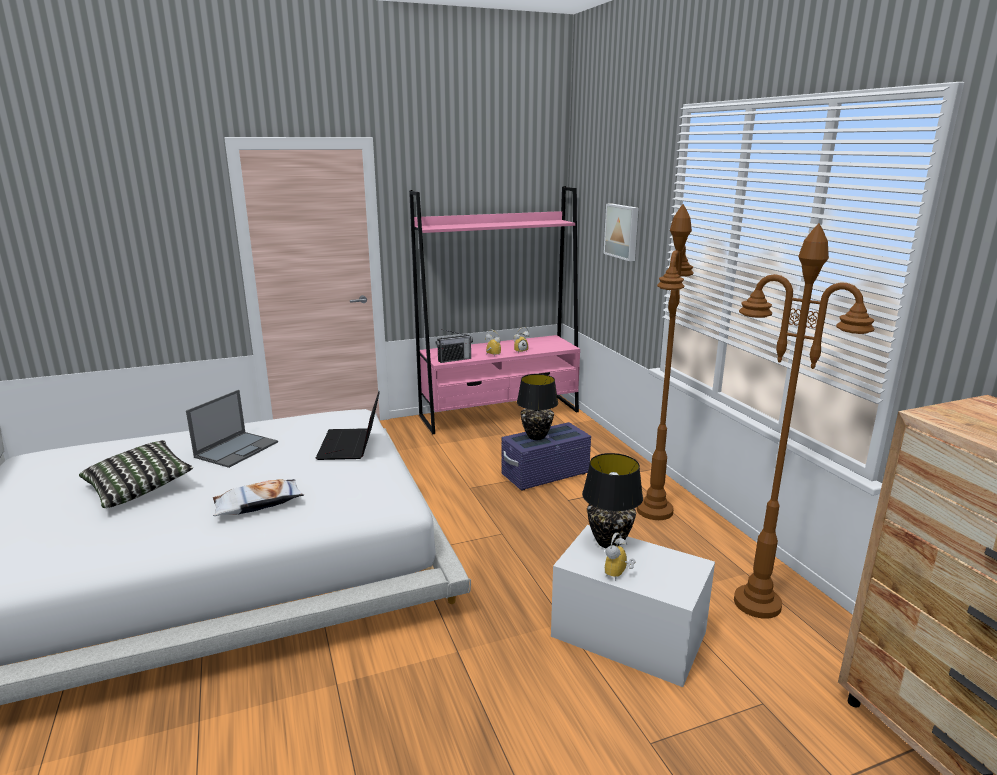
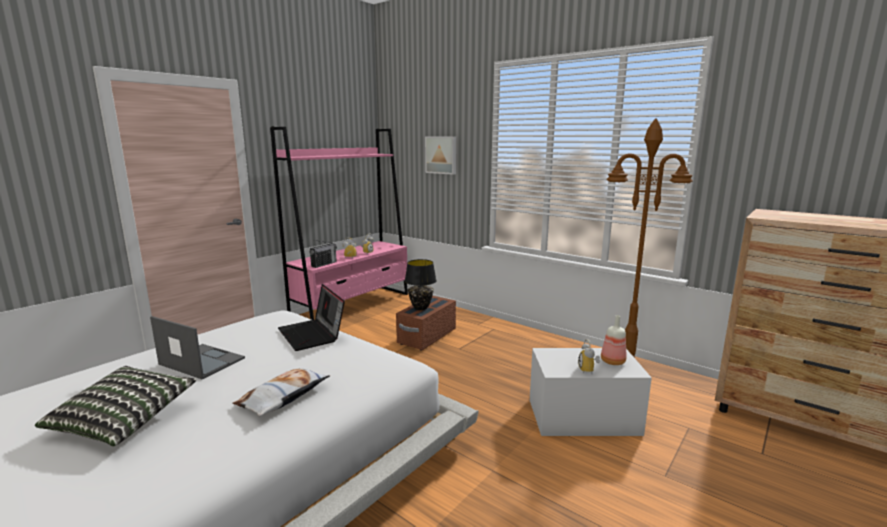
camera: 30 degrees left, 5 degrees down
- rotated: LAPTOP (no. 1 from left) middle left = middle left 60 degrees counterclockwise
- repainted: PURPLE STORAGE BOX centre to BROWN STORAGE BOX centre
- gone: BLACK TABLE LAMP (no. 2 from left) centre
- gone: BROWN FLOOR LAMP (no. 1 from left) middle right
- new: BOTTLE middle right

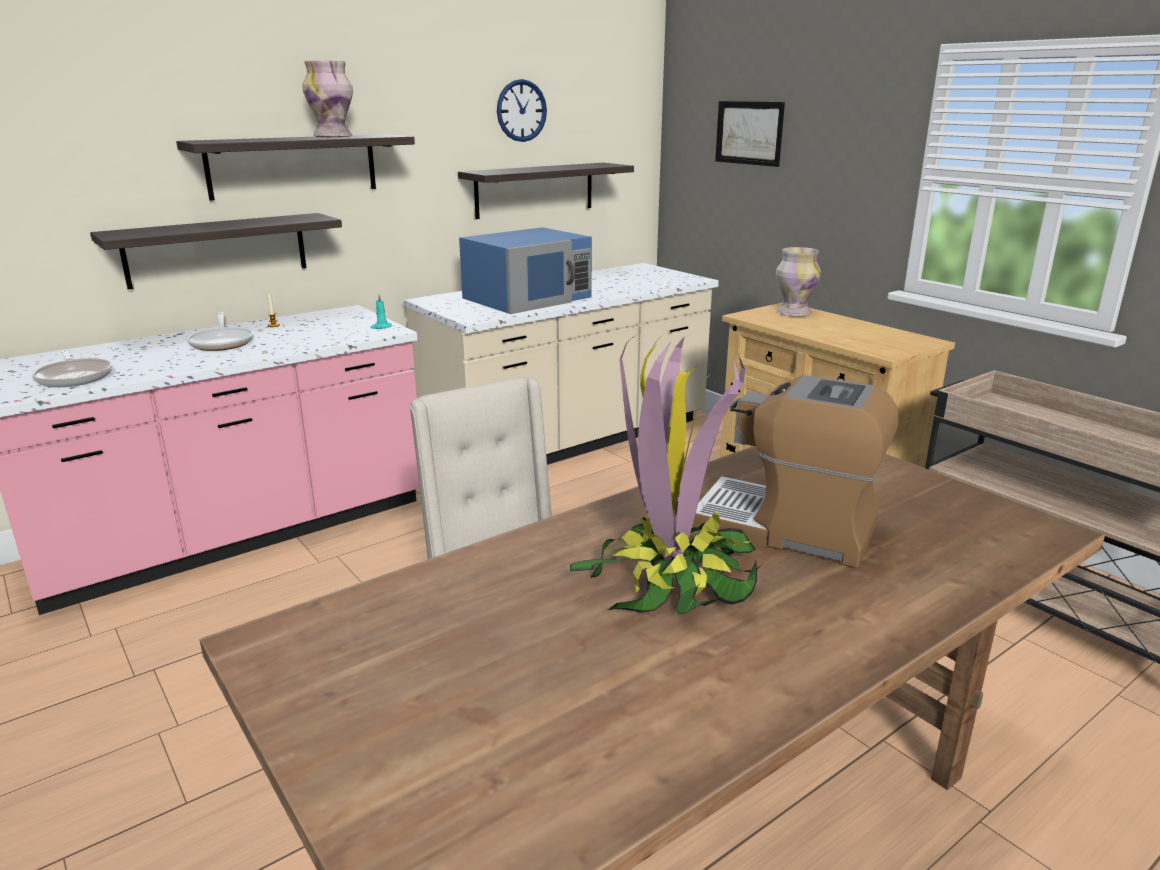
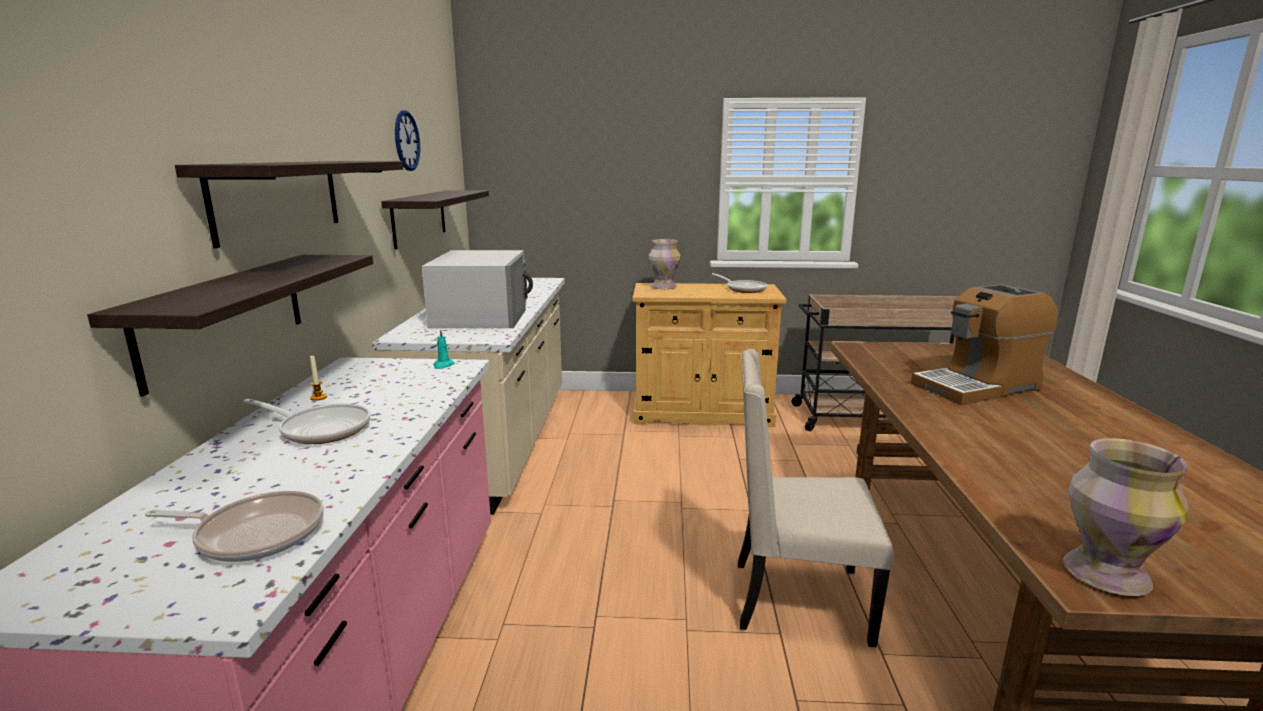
camera: 50 degrees left, 5 degrees down
- shifted: VASE (no. 1 from left in the first image) top left to VASE (no. 2 from left) bottom right
- repainted: BLUE MICROWAVE top centre to WHITE MICROWAVE centre
- gone: POTTED PLANT centre
- gone: PICTURE top centre
- new: FRYING PAN (no. 3 from left) centre

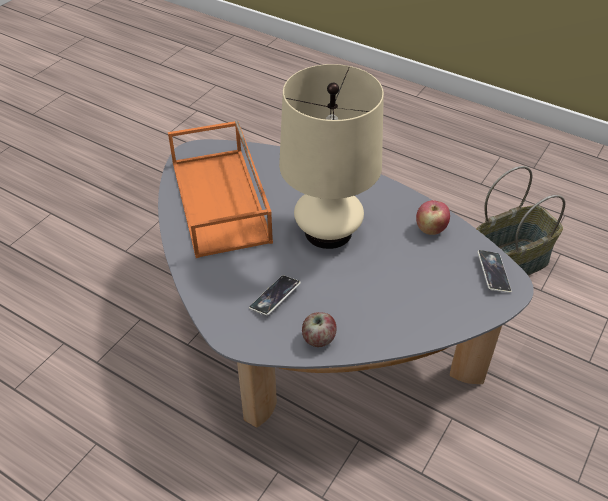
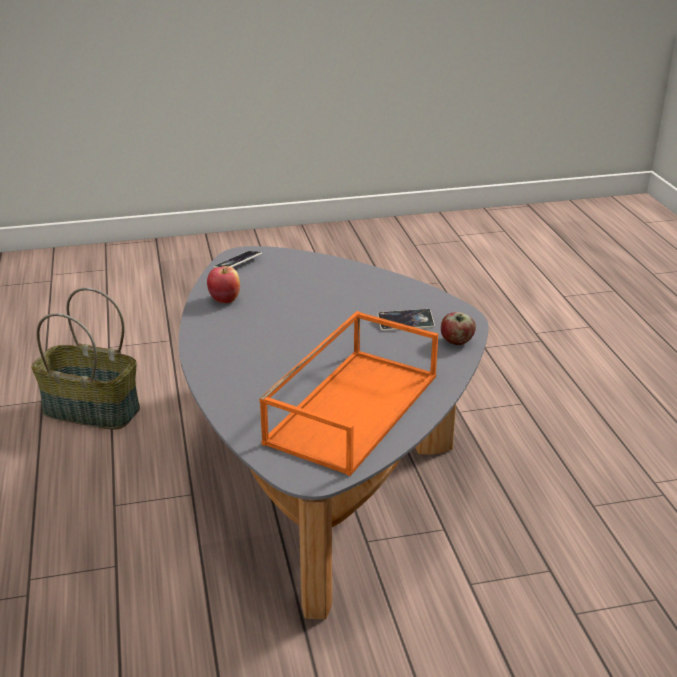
camera: 135 degrees left, 15 degrees down
- gone: BEIGE TABLE LAMP top centre
- shifted: APPLE (no. 1 from left in the first image) centre to APPLE (no. 2 from left) middle right

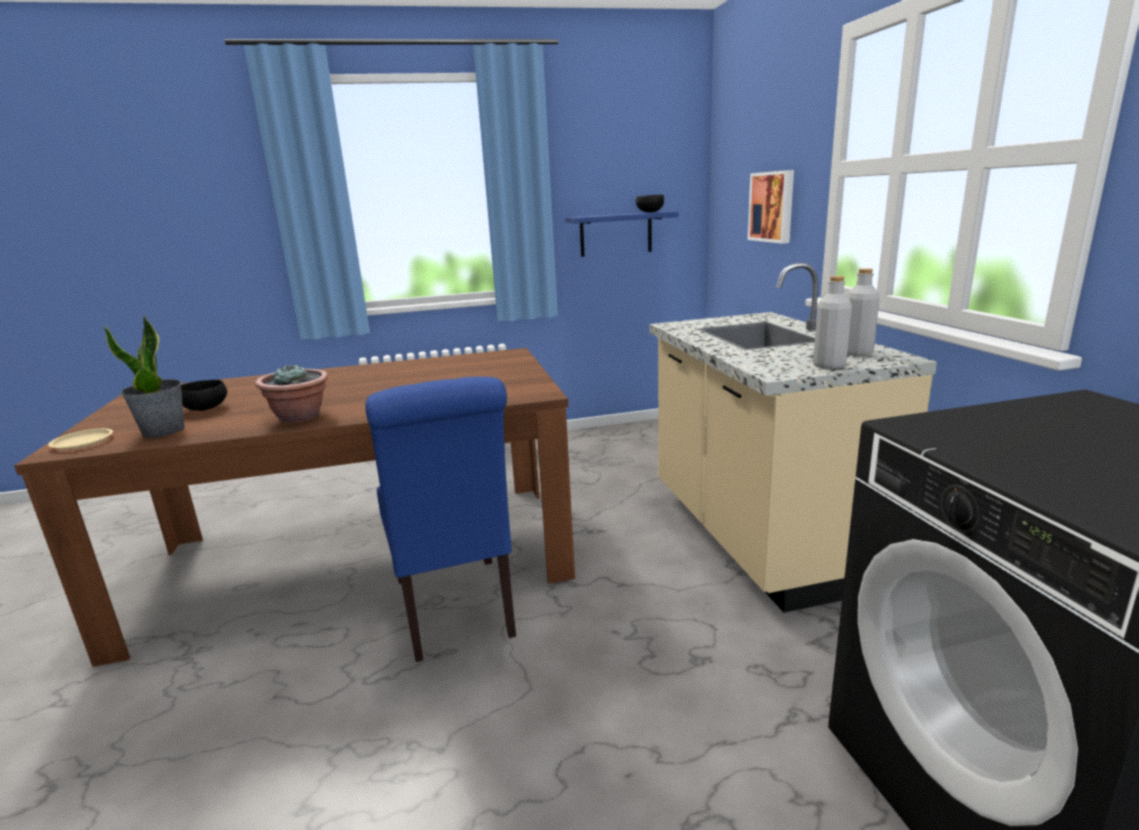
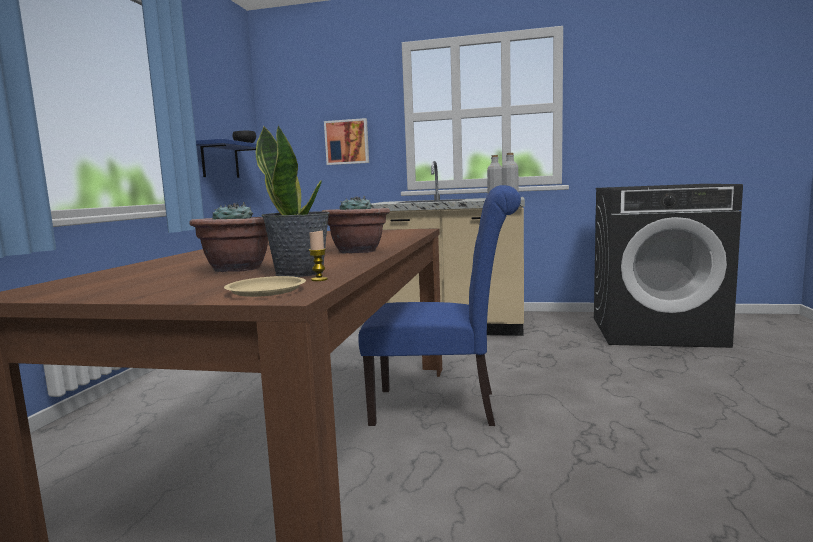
camera: 65 degrees left, 10 degrees down
- swapped: BLACK BOWL (no. 1 from left) middle left to POTTED PLANT (no. 1 from left) middle left
- new: CANDLE centre

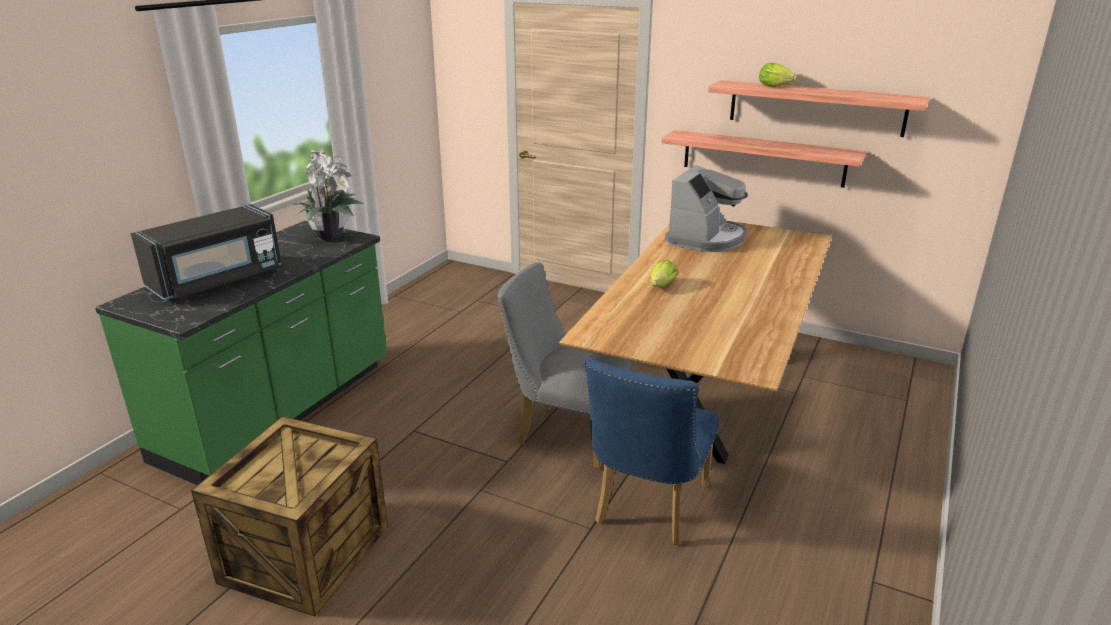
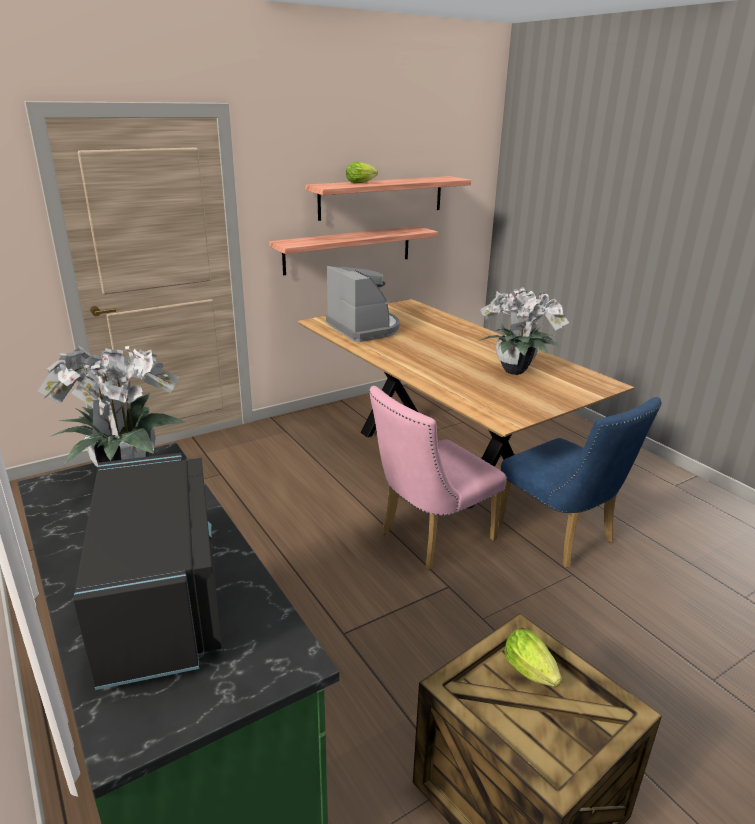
camera: 60 degrees left, 0 degrees up
- repainted: GREY CHAIR centre to PINK CHAIR centre
- shifted: LETTUCE (no. 1 from left in the first image) centre to LETTUCE (no. 2 from left) bottom right
- new: POTTED PLANT (no. 2 from left) middle right

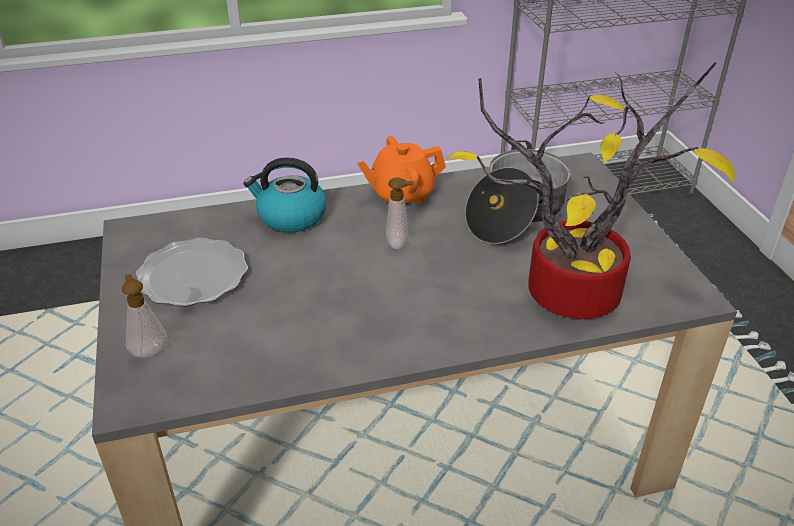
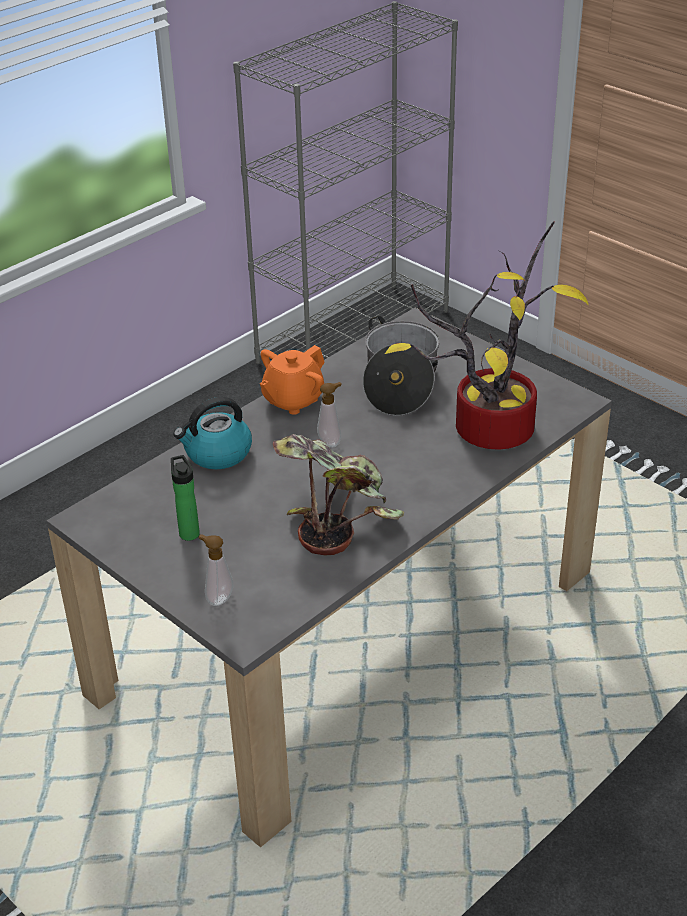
camera: 30 degrees left, 0 degrees up
- swapped: PLATE middle left to BOTTLE middle left
- new: POTTED PLANT (no. 1 from left) centre

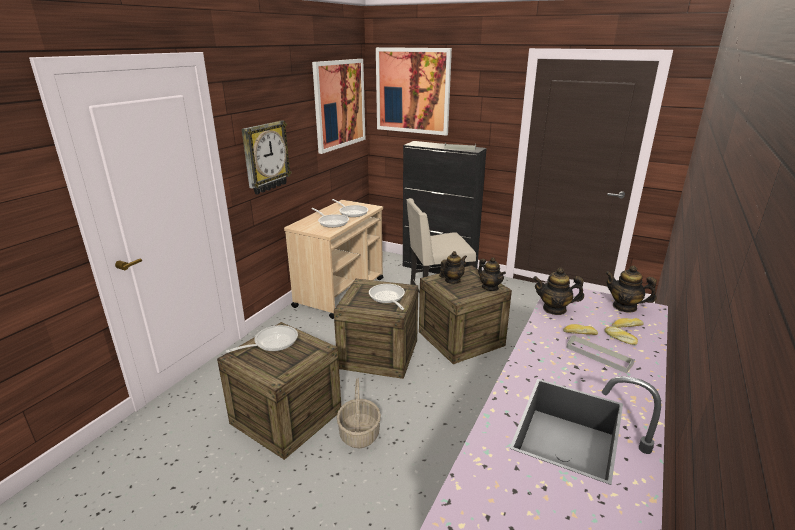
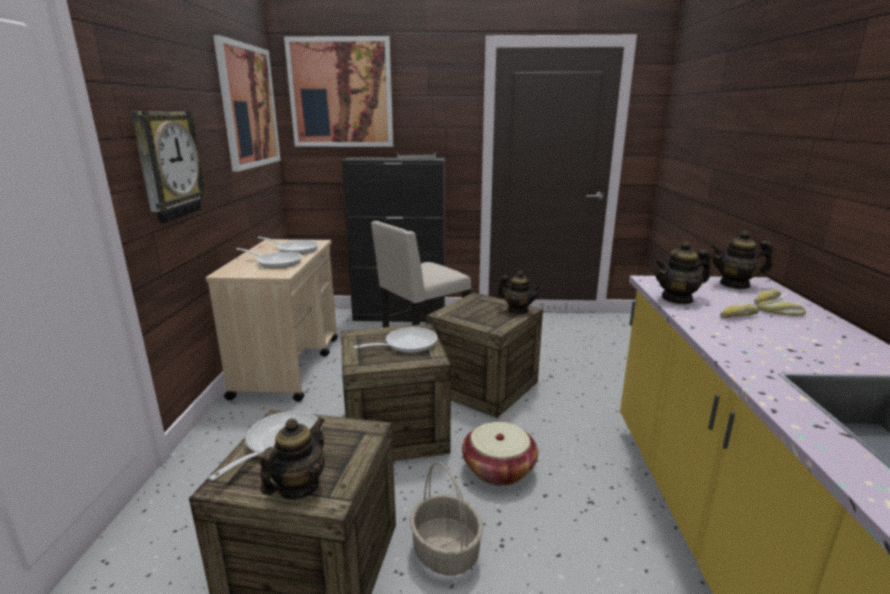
camera: 25 degrees left, 5 degrees down
- rotated: FRYING PAN (no. 4 from left) centre = centre 105 degrees clockwise
- shifted: TEAPOT (no. 1 from left) centre to bottom left
- gone: GREY TRAY (no. 2 from left) bottom right
- new: BASKET (no. 2 from left) bottom centre

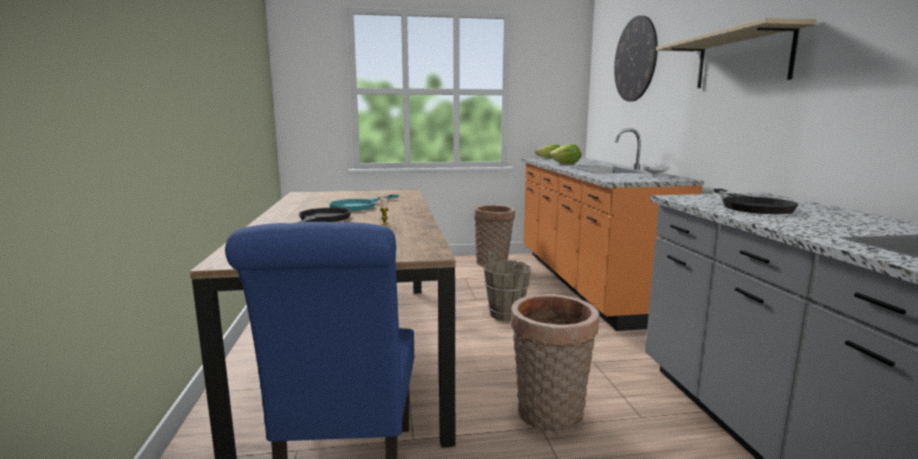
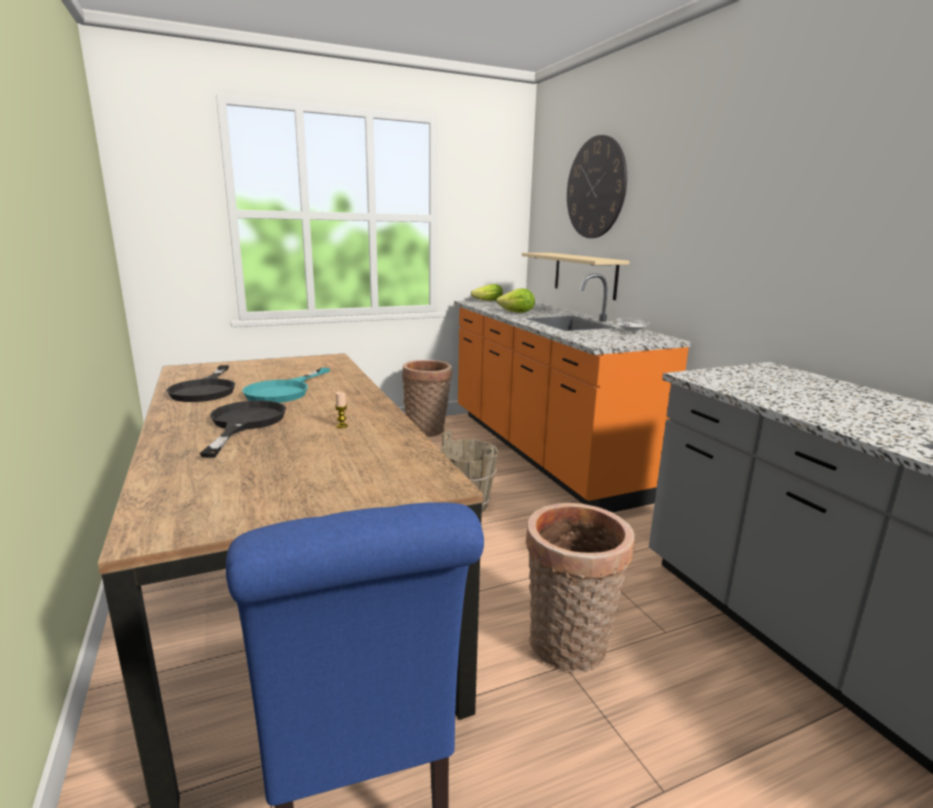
camera: 15 degrees left, 5 degrees up
- shifted: BEIGE SHELF top right to centre
- shifted: BLACK FRYING PAN (no. 2 from left in the first image) middle right to BLACK FRYING PAN (no. 1 from left) middle left

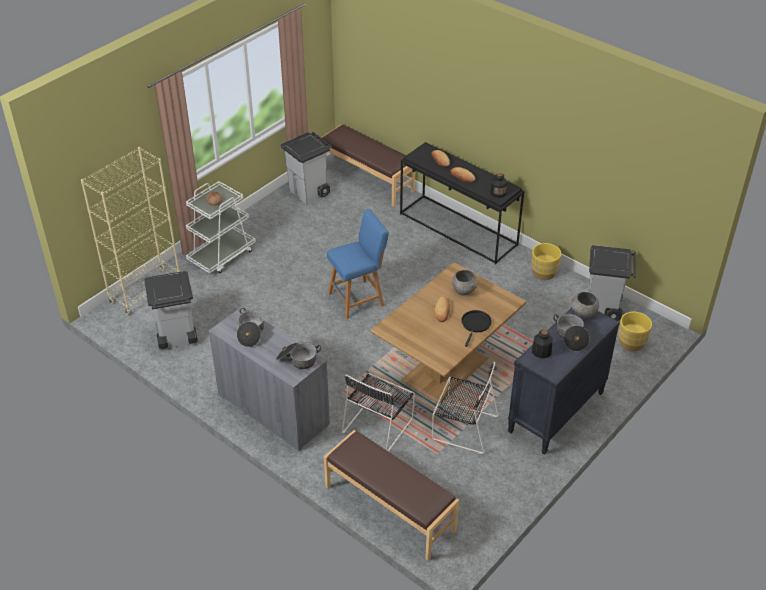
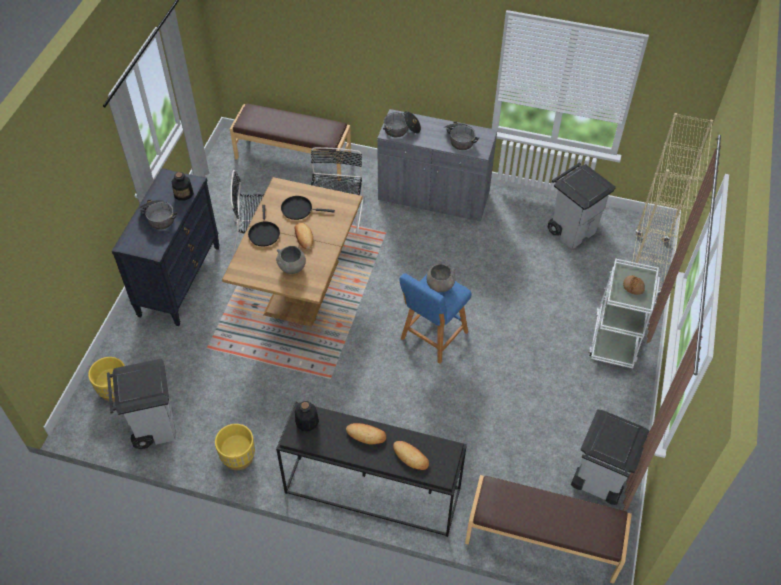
camera: 155 degrees right, 10 degrees up
- shifted: GREY BOWL (no. 2 from left) middle right to centre
- new: BLACK FRYING PAN (no. 2 from left) centre

